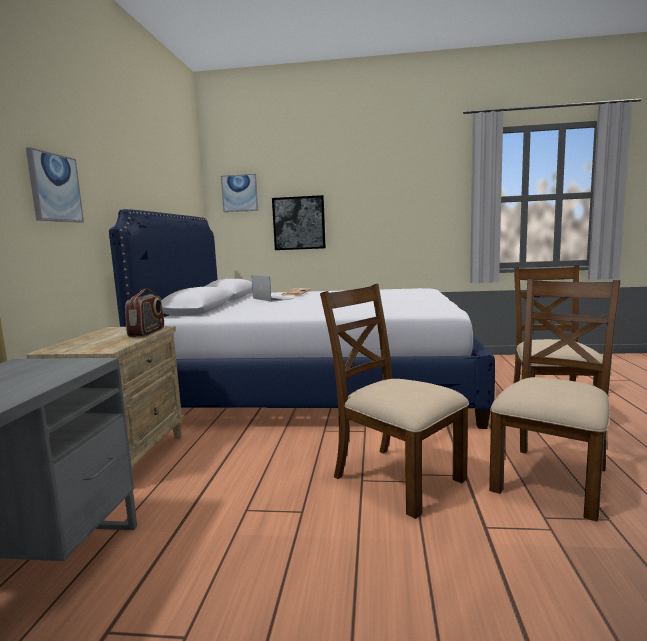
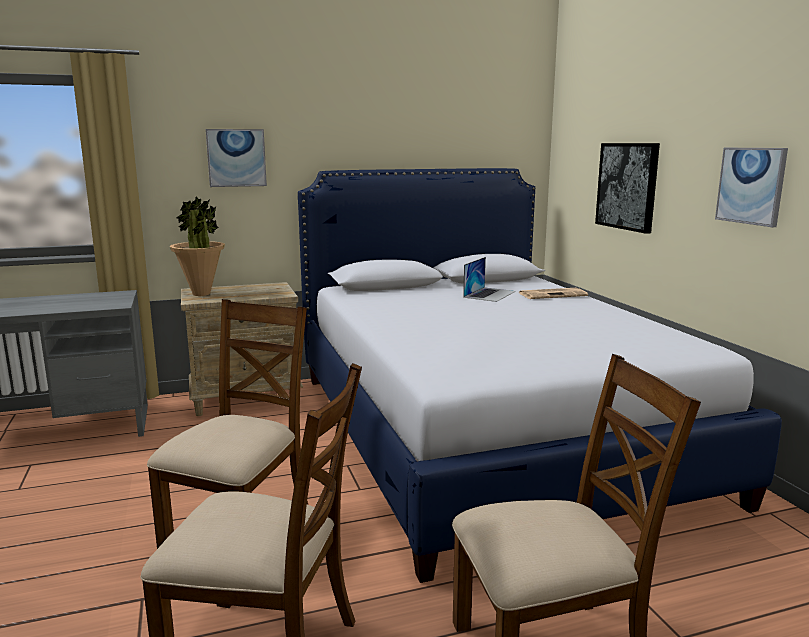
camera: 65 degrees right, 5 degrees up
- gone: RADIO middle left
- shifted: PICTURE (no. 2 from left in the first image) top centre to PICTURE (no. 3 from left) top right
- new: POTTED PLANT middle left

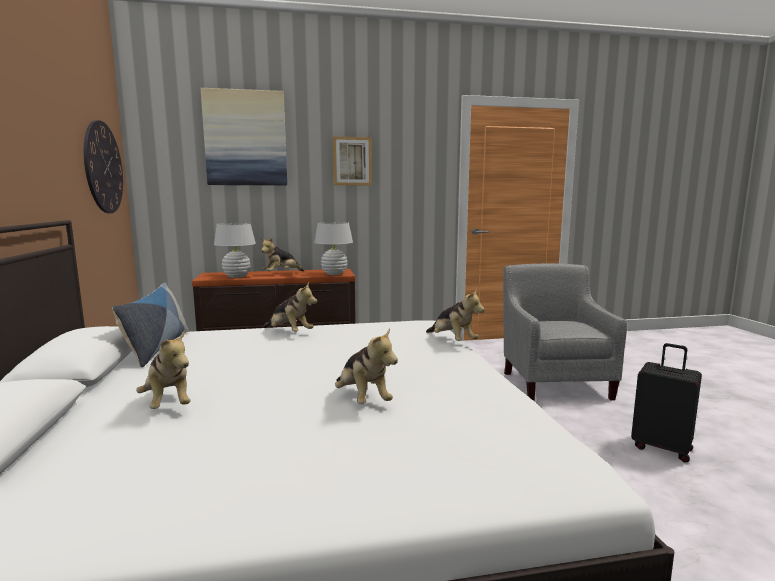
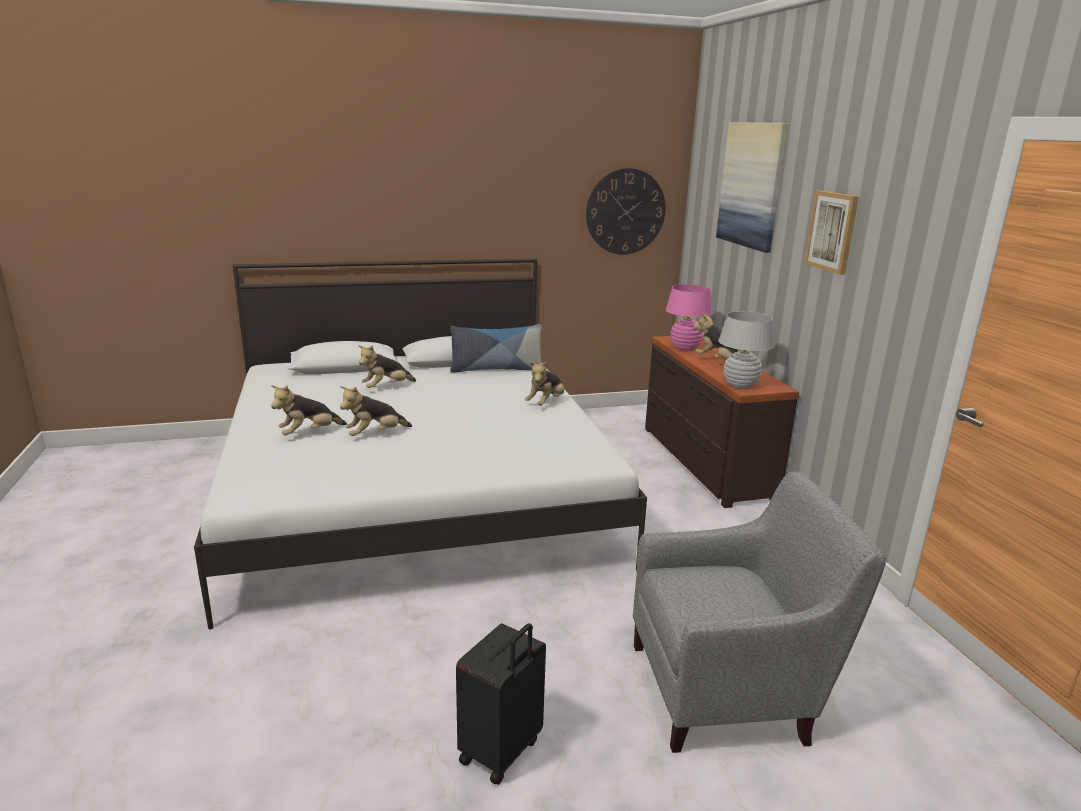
camera: 85 degrees right, 10 degrees up
- repainted: WHITE TABLE LAMP (no. 1 from left) middle left to PINK TABLE LAMP centre
- shifted: PLUSH TOY (no. 5 from left in the first image) centre to PLUSH TOY (no. 1 from left) middle left

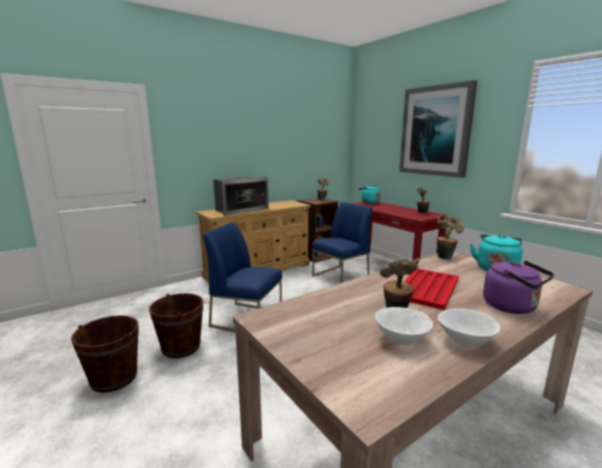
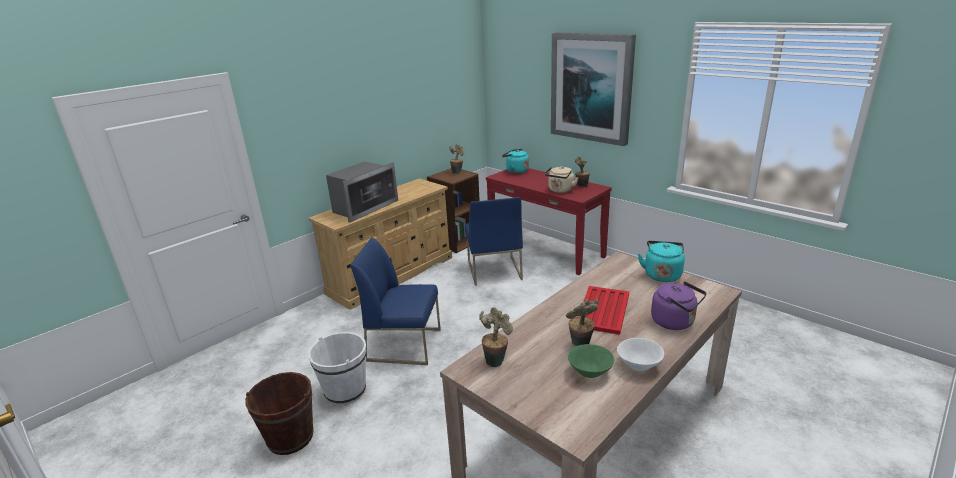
camera: 10 degrees left, 10 degrees up
- repainted: BROWN BUCKET (no. 2 from left) bottom left to WHITE BUCKET bottom centre
- rotated: BLUE CHAIR (no. 2 from left) centre = centre 135 degrees clockwise
- repainted: WHITE BOWL (no. 1 from left) bottom right to GREEN BOWL bottom centre
- shifted: POTTED PLANT (no. 4 from left in the first image) middle right to POTTED PLANT (no. 2 from left) bottom centre
- new: BEIGE KETTLE centre

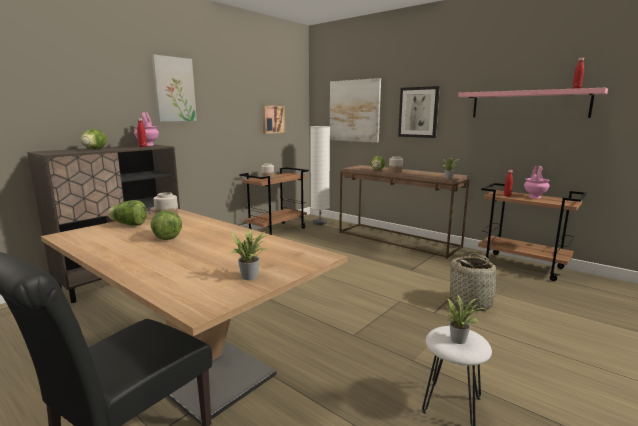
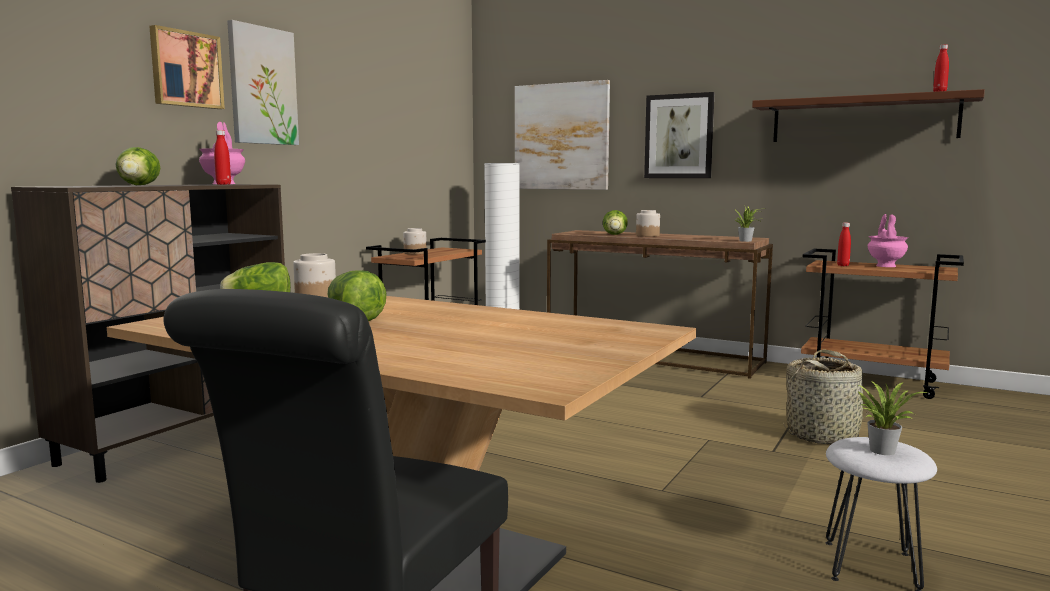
camera: 10 degrees left, 5 degrees down
- gone: POTTED PLANT (no. 1 from left) centre
- shifted: PICTURE (no. 2 from left in the first image) top centre to PICTURE (no. 1 from left) top left
- repainted: PINK SHELF top right to BROWN SHELF top right

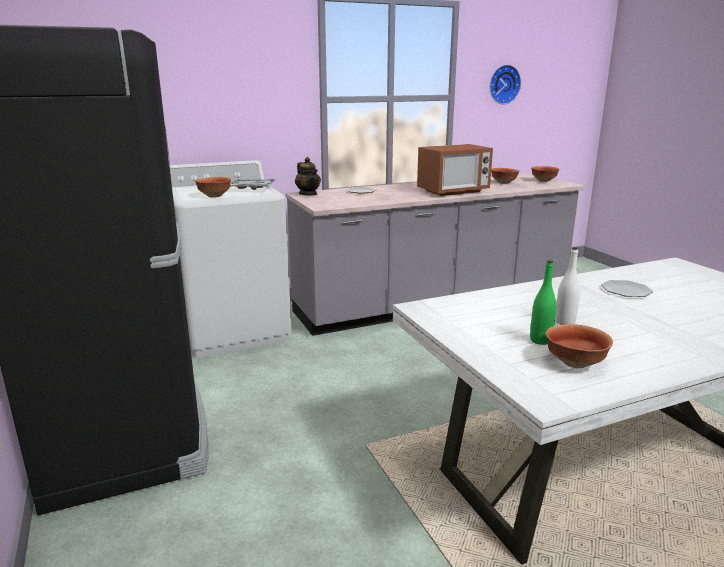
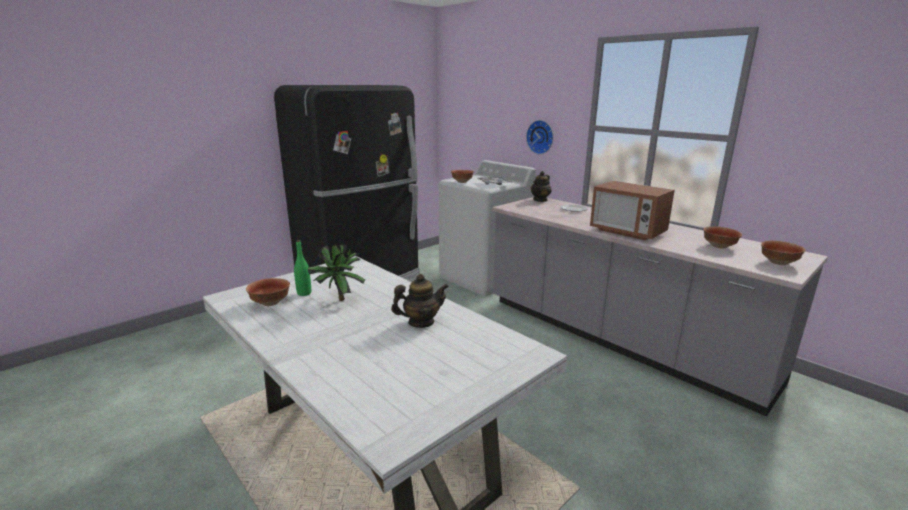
camera: 70 degrees right, 0 degrees up
- shifted: WALL CLOCK top right to top centre
- swapped: WHITE BOTTLE middle right to POTTED PLANT centre
- swapped: PLATE (no. 2 from left) middle right to TEAPOT (no. 1 from left) centre

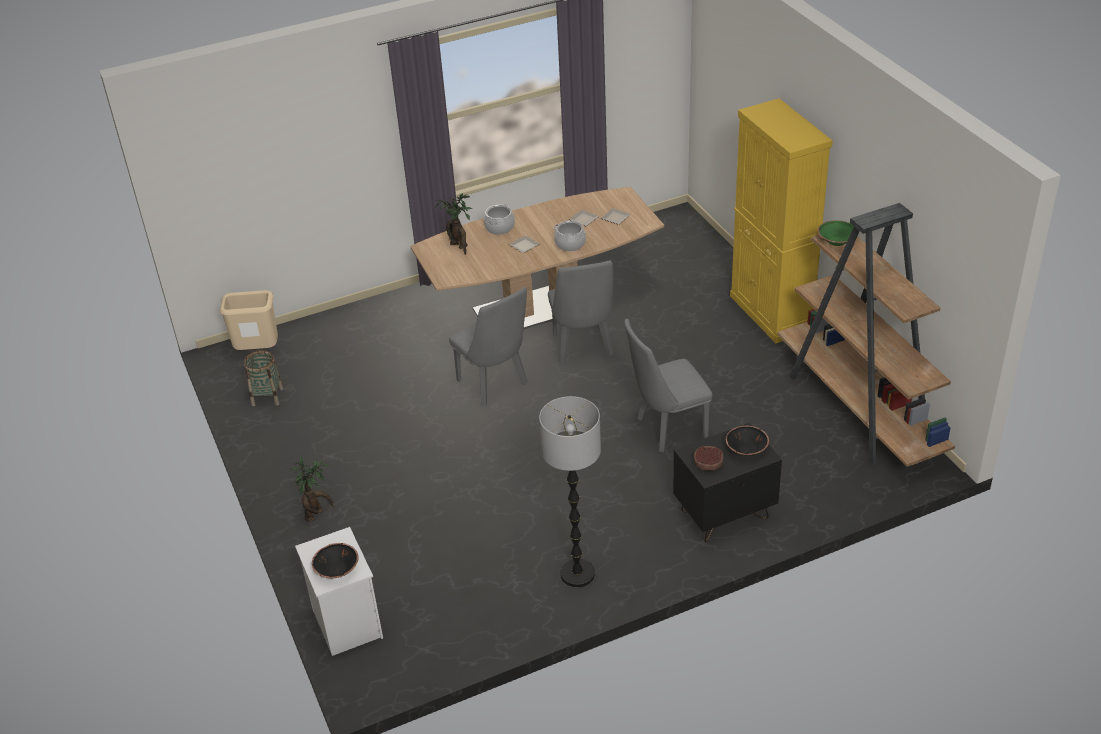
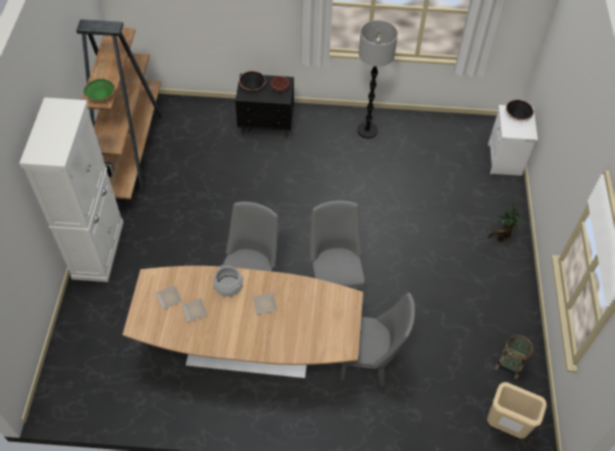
camera: 155 degrees left, 15 degrees up
- gone: POTTED PLANT (no. 2 from left) top centre
- gone: COOKING POT (no. 1 from left) top centre
- shifted: GREY CHAIR (no. 3 from left) centre to bottom centre
- repainted: YELLOW CABINET top right to WHITE CABINET middle left

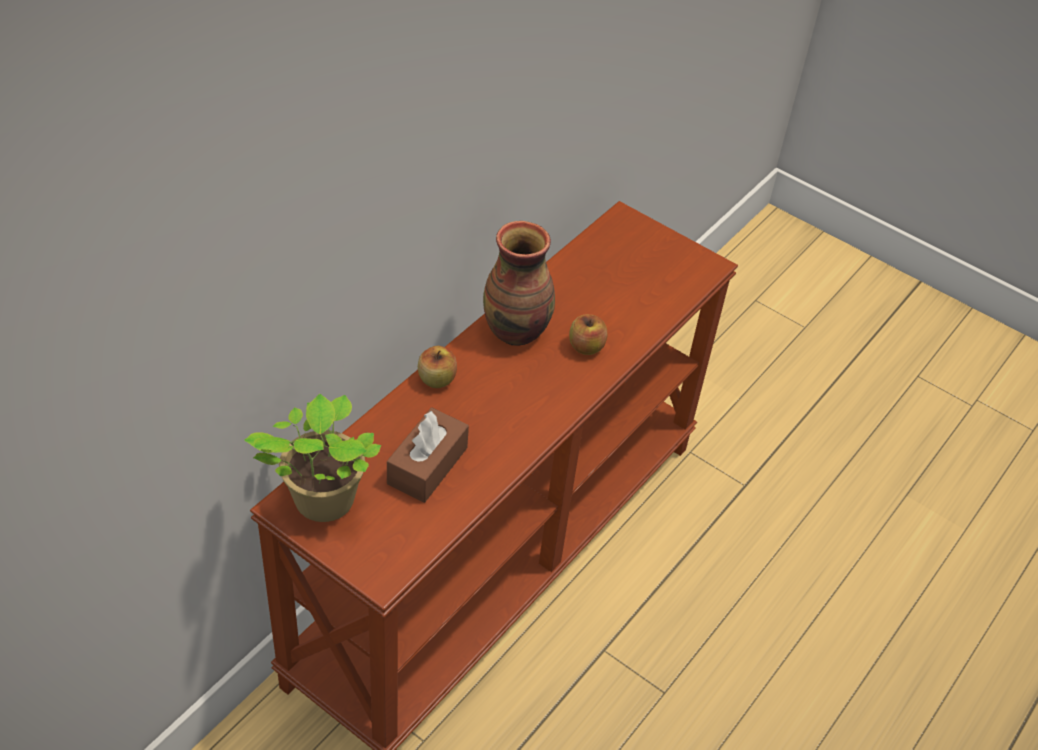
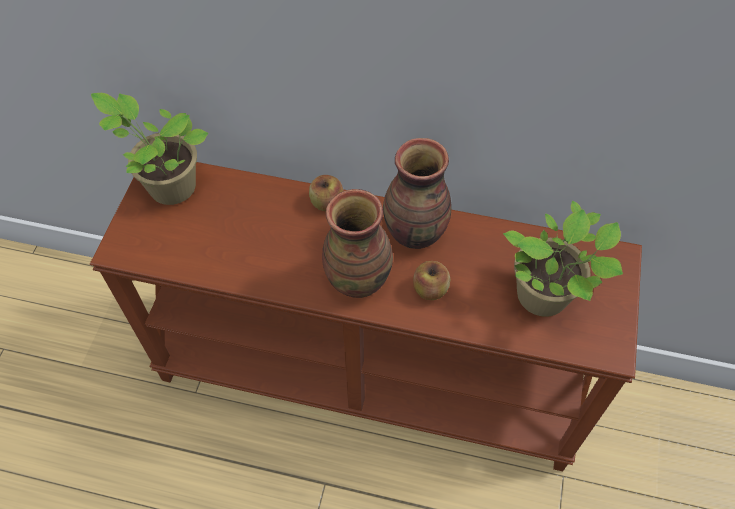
camera: 70 degrees right, 10 degrees up
- gone: BROWN TISSUE BOX centre
- new: VASE (no. 1 from left) centre
- new: POTTED PLANT (no. 2 from left) middle right

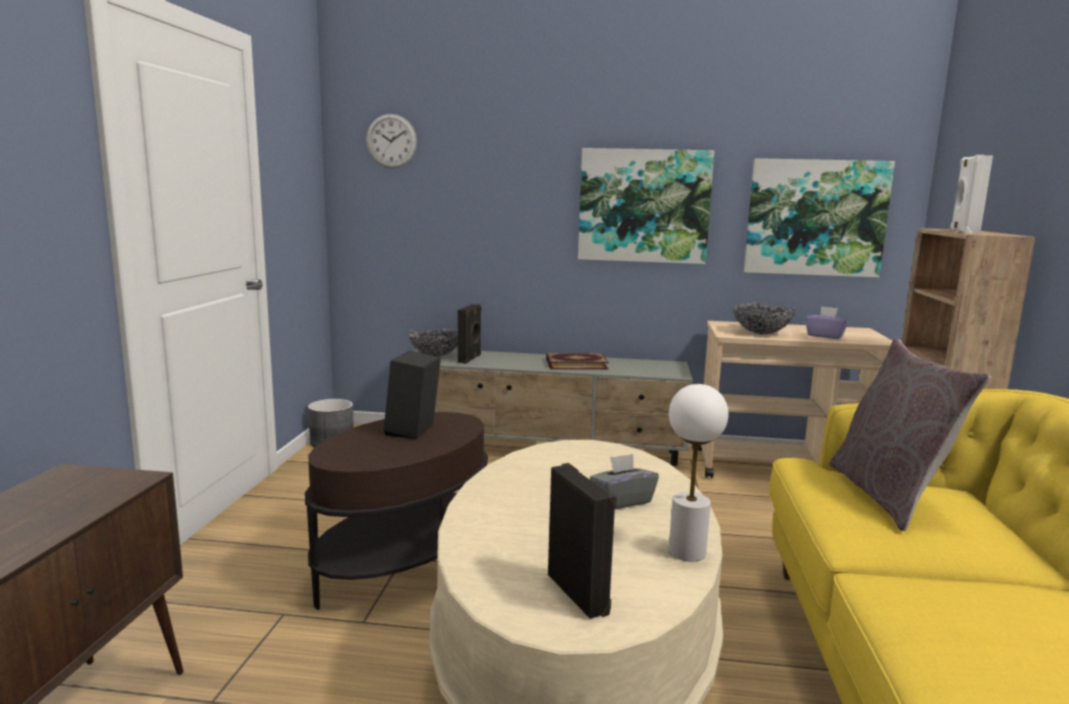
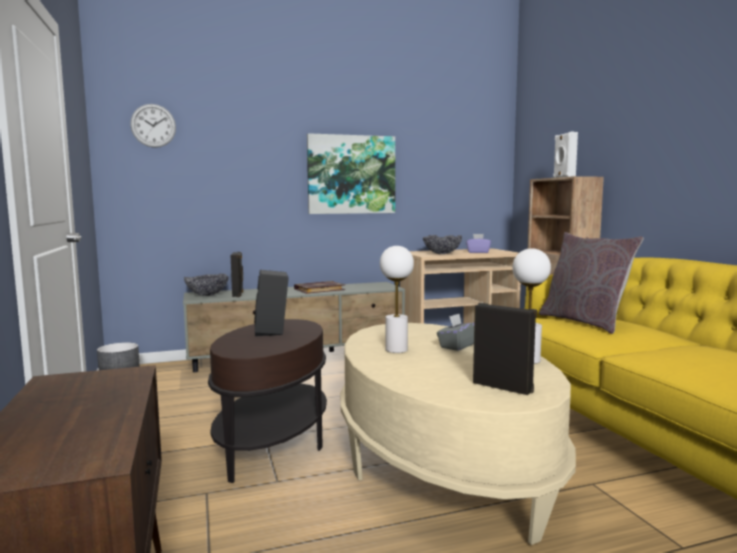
camera: 25 degrees left, 5 degrees down
- gone: PICTURE (no. 2 from left) top right
- new: WHITE TABLE LAMP (no. 1 from left) centre

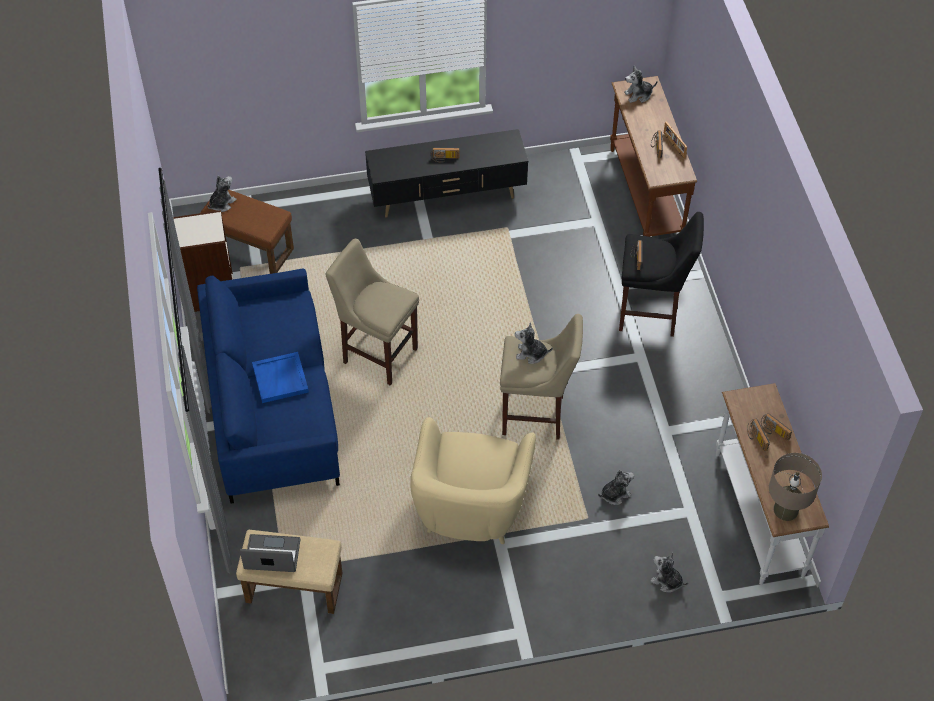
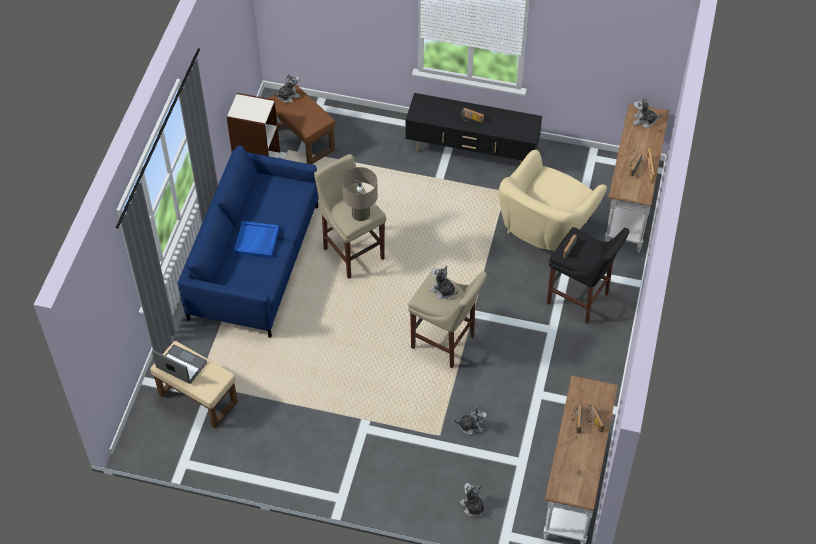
camera: 25 degrees right, 0 degrees up
- shifted: BEIGE ARMCHAIR bottom centre to middle right
- repainted: BROWN CONSOLE TABLE top right to WHITE CONSOLE TABLE (no. 2 from left) top right
- shifted: BEIGE TABLE LAMP bottom right to centre

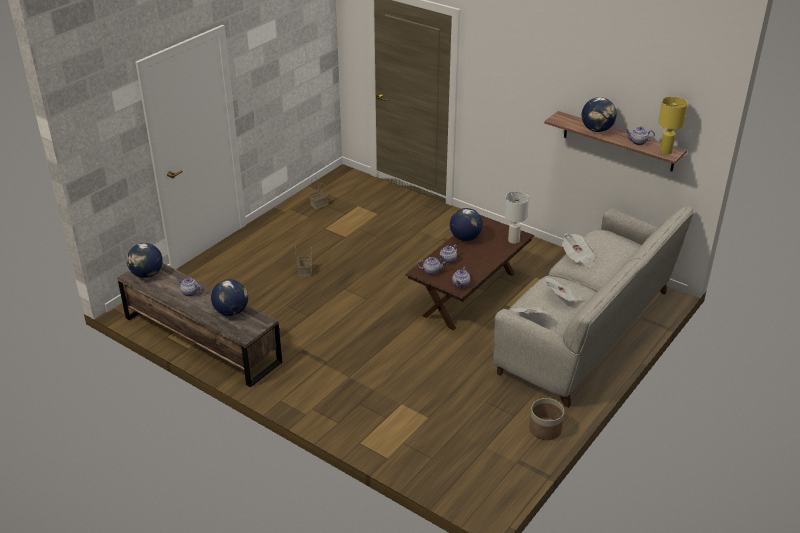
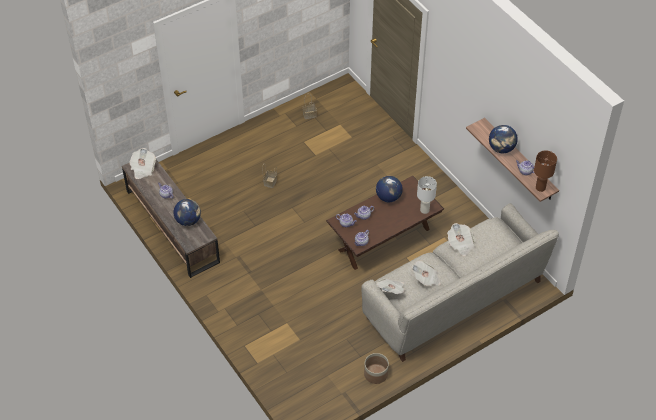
camera: 20 degrees right, 15 degrees up
- swapped: GLOBE (no. 1 from left) middle left to NEWSPAPER (no. 1 from left) middle left
- repainted: YELLOW TABLE LAMP top right to BROWN TABLE LAMP middle right

